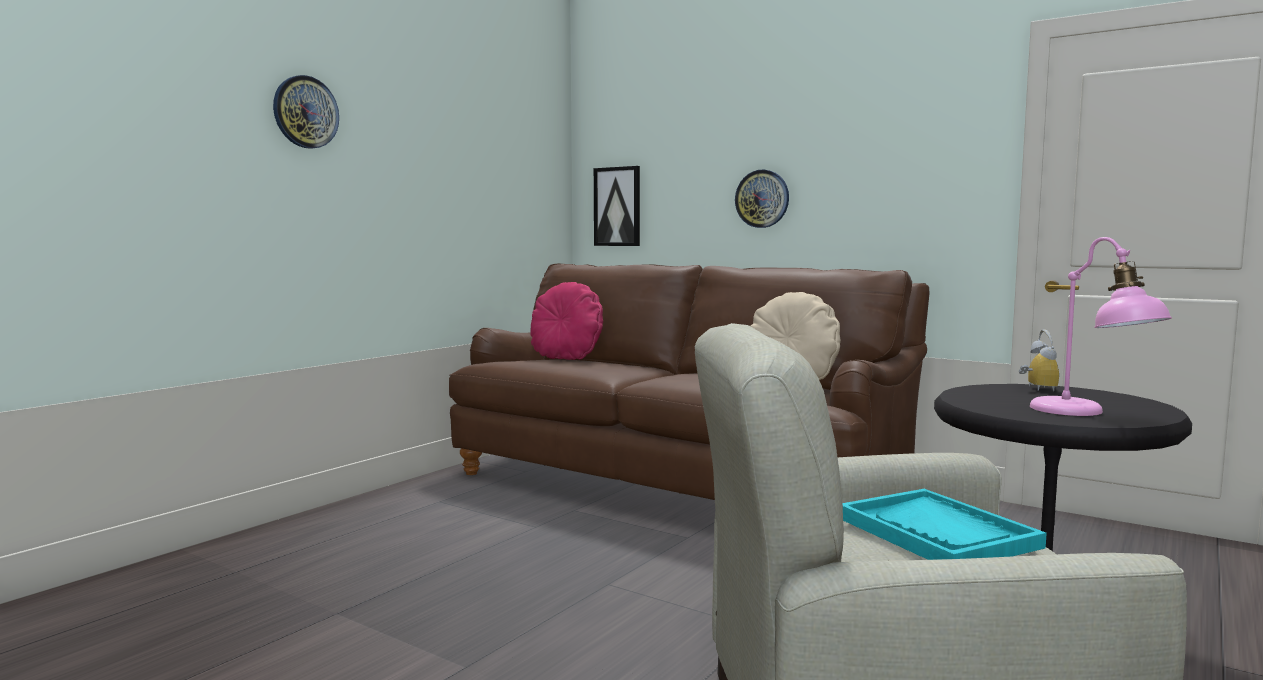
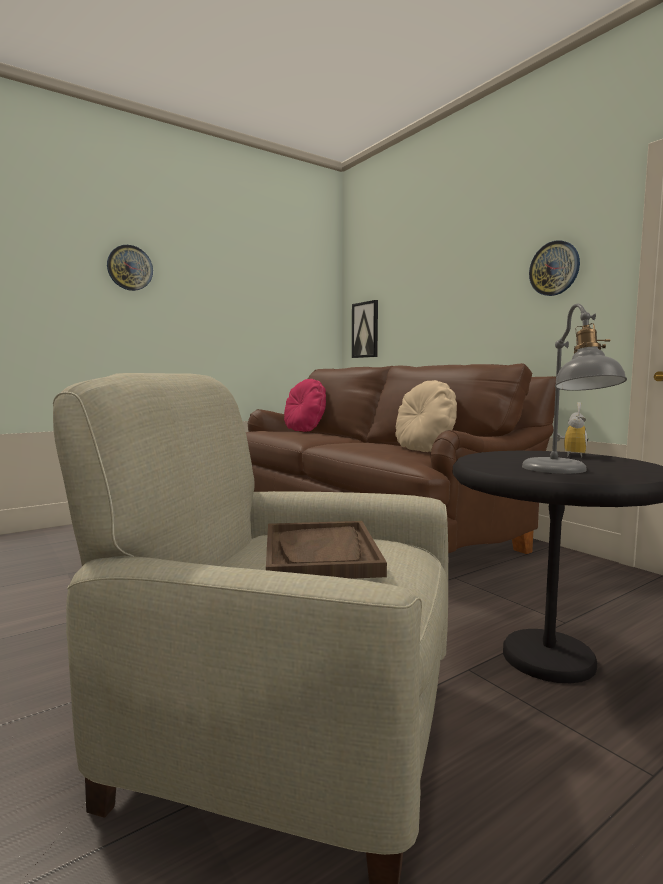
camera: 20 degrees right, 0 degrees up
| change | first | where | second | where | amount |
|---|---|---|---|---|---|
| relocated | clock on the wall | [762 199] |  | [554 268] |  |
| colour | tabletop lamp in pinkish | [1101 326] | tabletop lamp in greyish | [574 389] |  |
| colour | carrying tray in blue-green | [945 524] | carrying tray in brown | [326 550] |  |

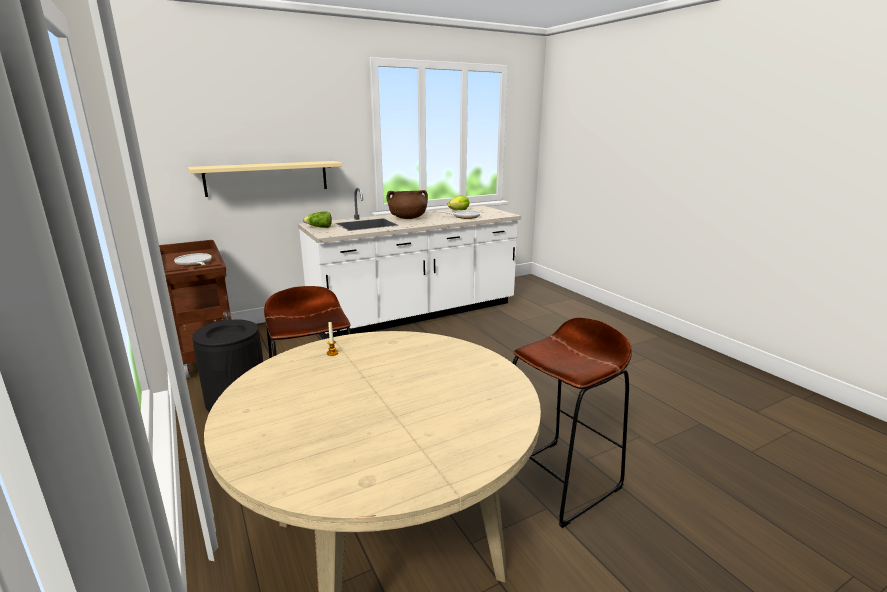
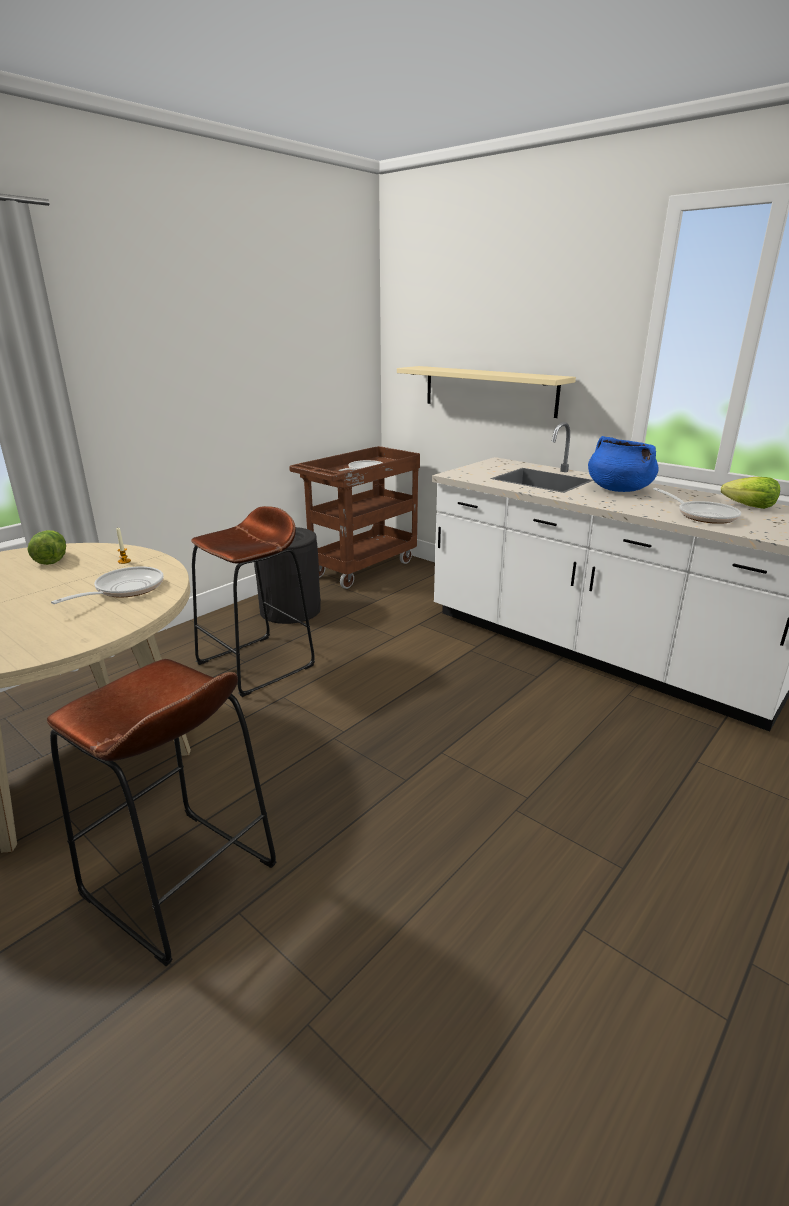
camera: 70 degrees right, 5 degrees up
| change | first | where | second | where | amount |
|---|---|---|---|---|---|
| colour | cooking pot in brown | [407 204] | cooking pot in blue-coloured | [623 464] |  |
| relocated | lettuce head | [317 219] |  | [47 547] |  |
| appeared |  |  | skillet | [107 585] |  |

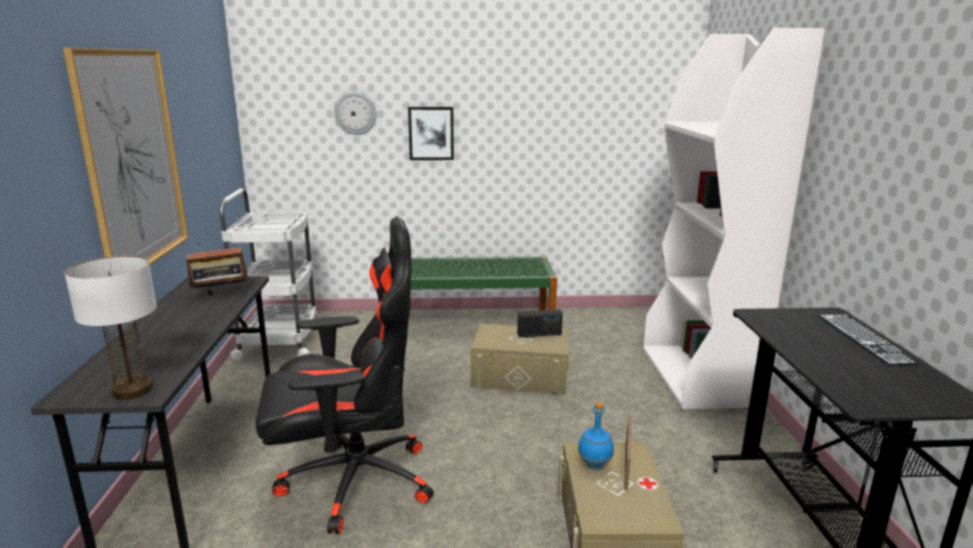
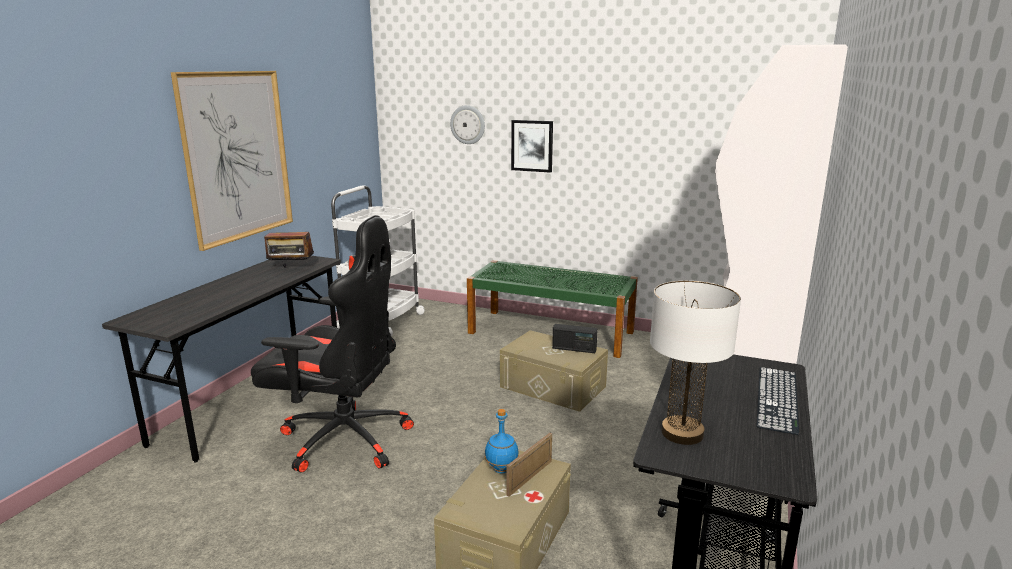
camera: 25 degrees right, 0 degrees up
| change | first | where | second | where | amount |
|---|---|---|---|---|---|
| relocated | tabletop lamp | [110 327] |  | [695 363] |  |

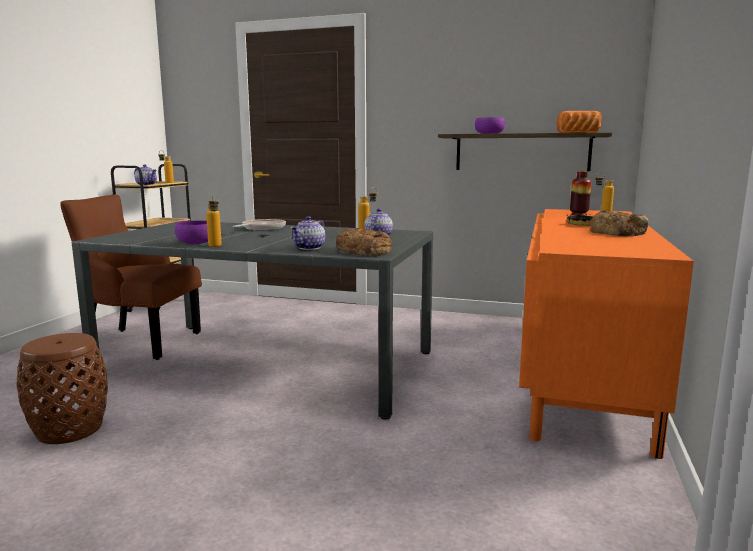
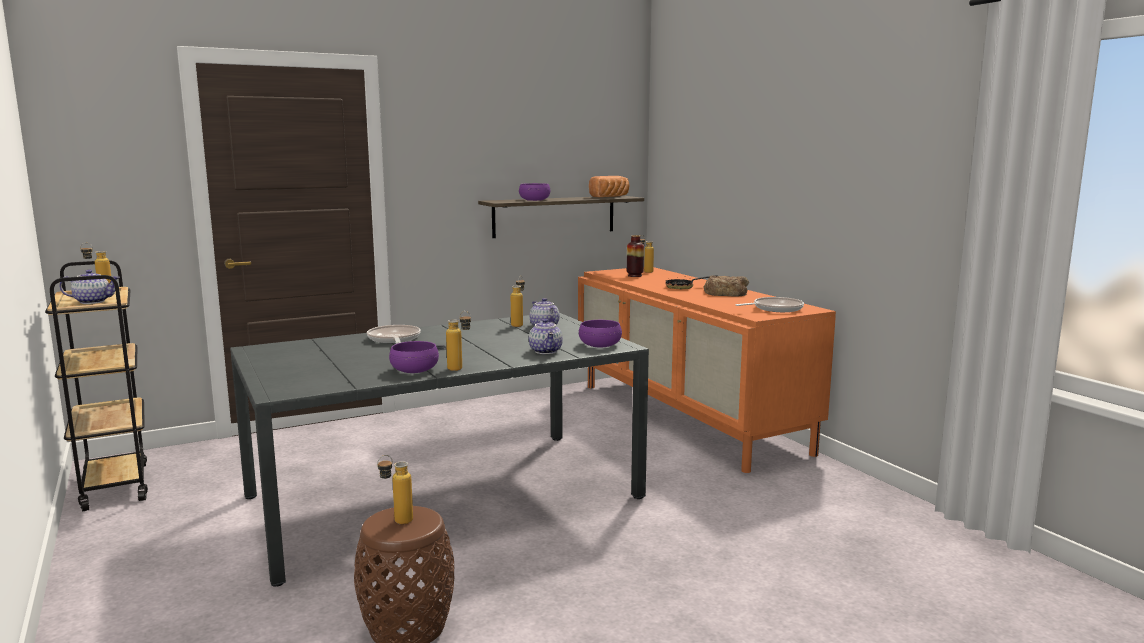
camera: 45 degrees left, 0 degrees up
| change | first | where | second | where | amount |
|---|---|---|---|---|---|
| missing | chair in brown | [131 277] |  |  |  |
| exchanged | bakery bread | [364 242] | serving bowl in purplish | [600 333] |  |
| appeared |  |  | skillet | [770 304] |  |
| appeared |  |  | bottle | [395 489] |  |

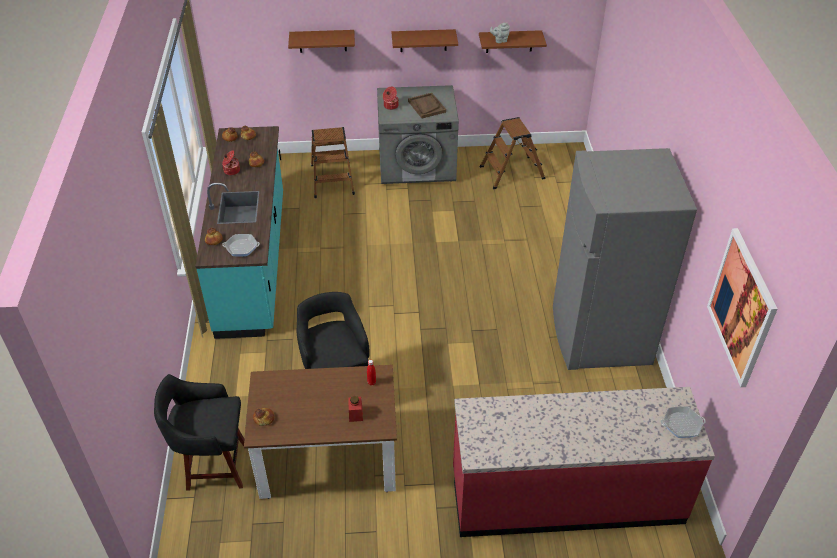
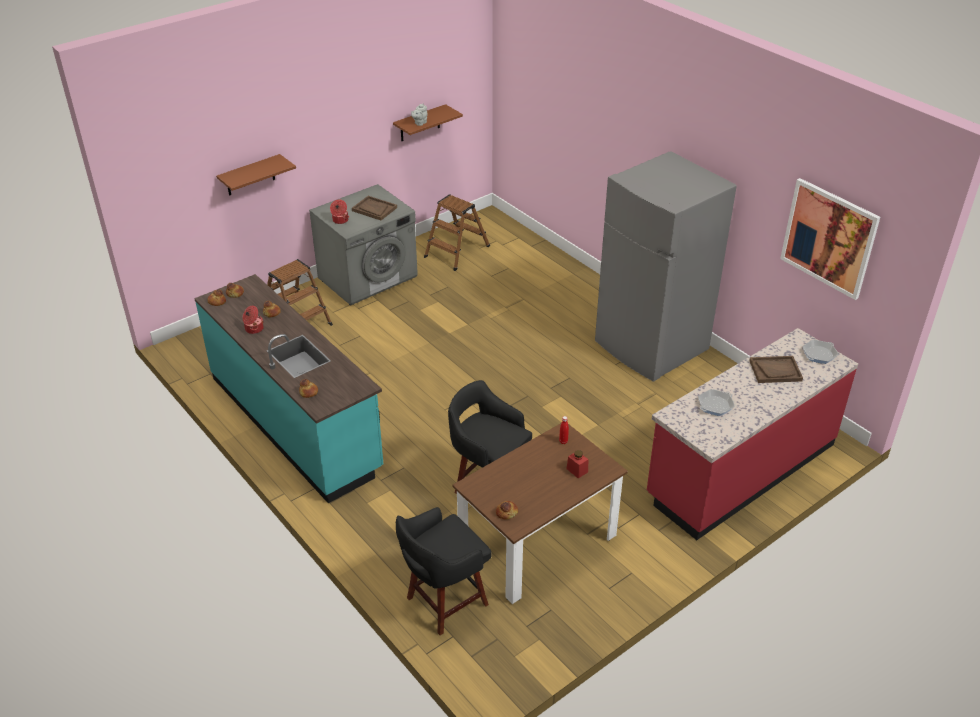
camera: 35 degrees left, 5 degrees down
| change | first | where | second | where | amount |
|---|---|---|---|---|---|
| missing | bracket shelf in brown | [424 40] |  |  |  |
| relocated | skillet | [241 245] |  | [716 402] |  |
| appeared |  |  | carrying tray in brown | [776 369] |  |

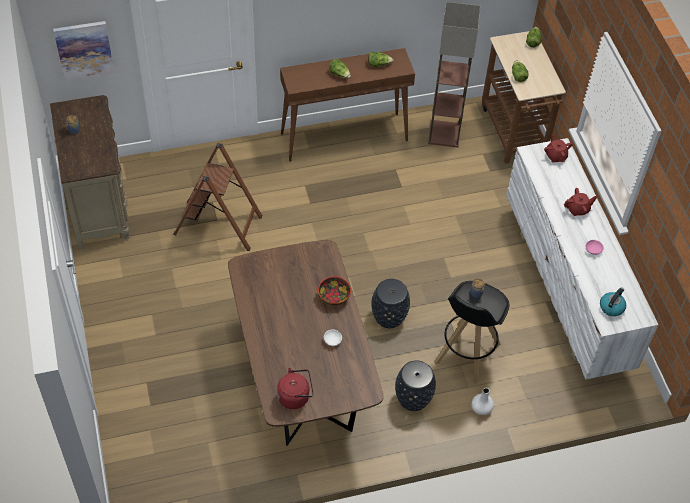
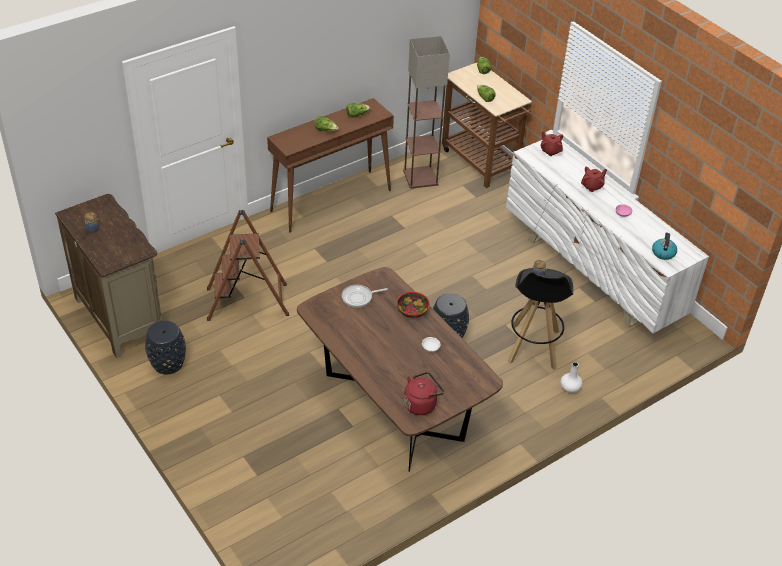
camera: 20 degrees left, 10 degrees down
| change | first | where | second | where | amount |
|---|---|---|---|---|---|
| missing | picture | [83 50] |  |  |  |
| relocated | stool seat in black-coloured | [415 385] |  | [165 347] |  |
| appeared |  |  | skillet | [365 296] |  |

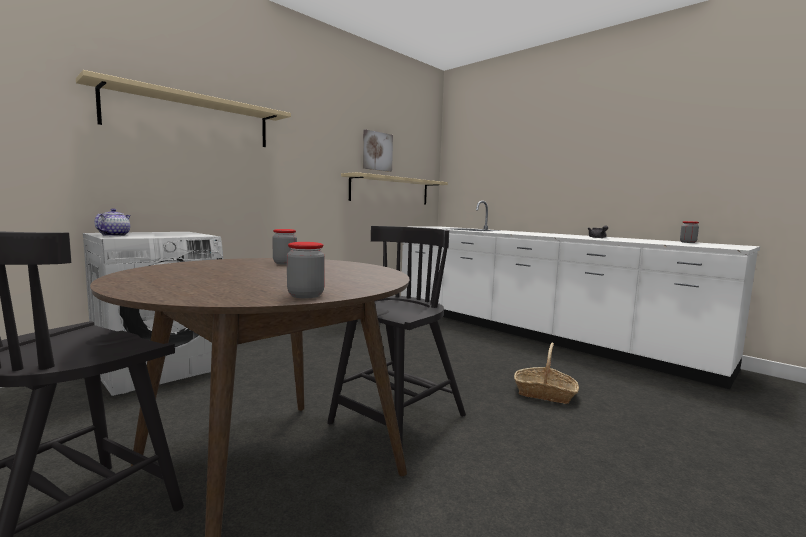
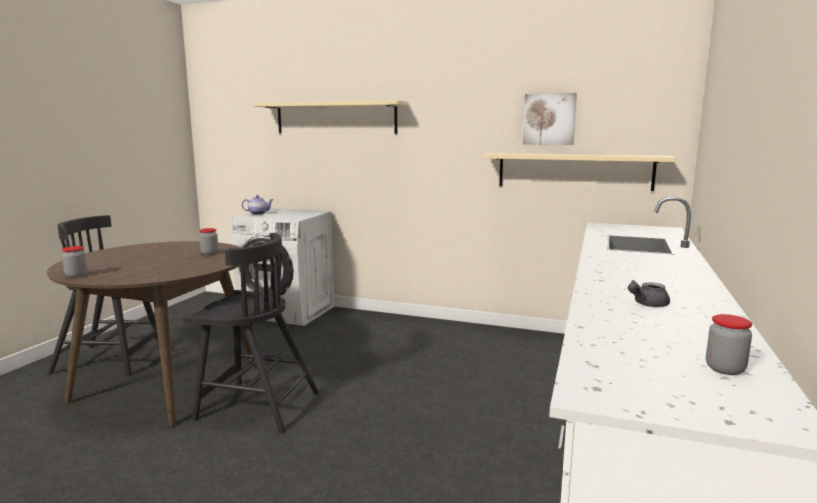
camera: 65 degrees right, 5 degrees up
| change | first | where | second | where | amount |
|---|---|---|---|---|---|
| missing | household basket | [546 373] |  |  |  |

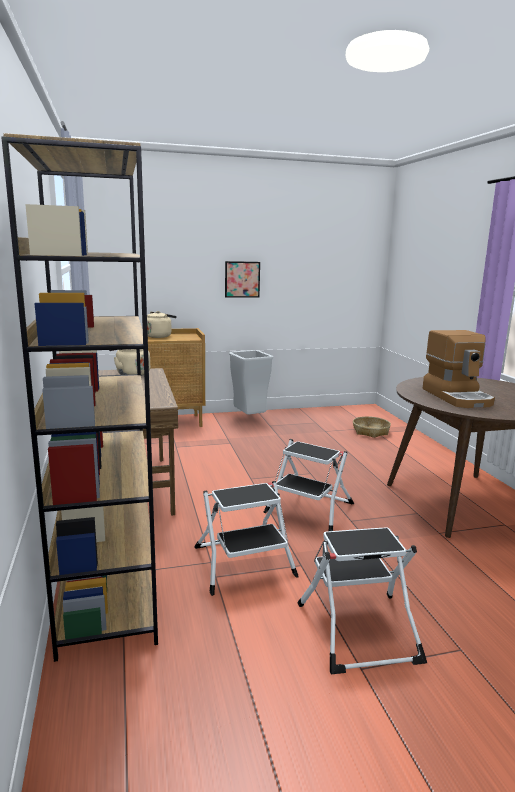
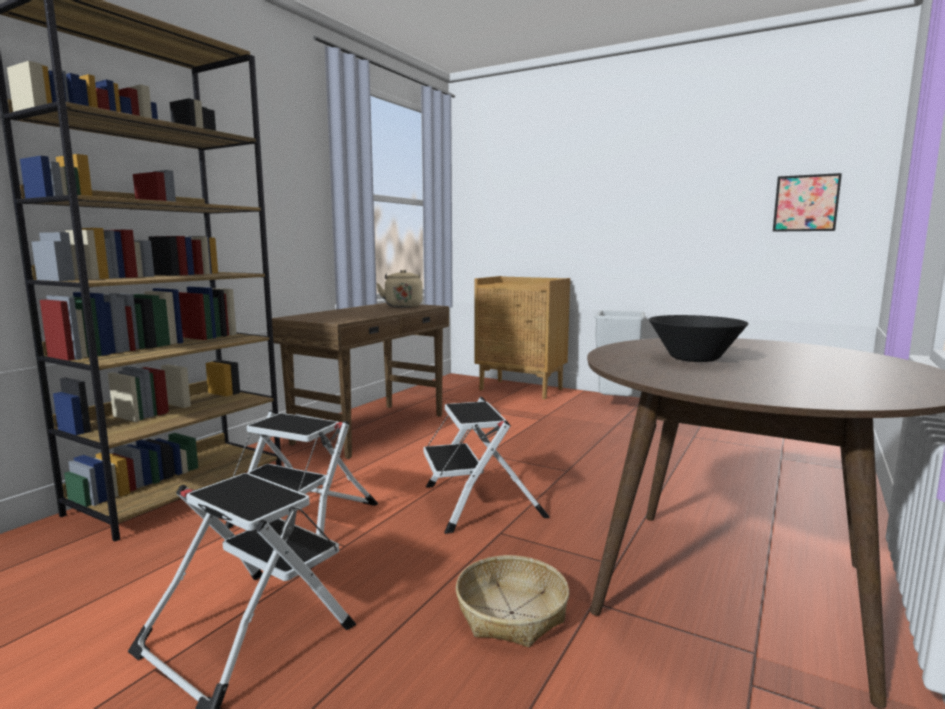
camera: 45 degrees right, 5 degrees down
| change | first | where | second | where | amount |
|---|---|---|---|---|---|
| relocated | picture | [242 279] |  | [807 202] |  |
| missing | water kettle in sand-coloured | [161 324] |  |  |  |
| exchanged | coffee brewer | [458 369] | serving bowl in black-coloured | [699 338] |  |
| relocated | household basket | [372 427] |  | [512 601] |  |

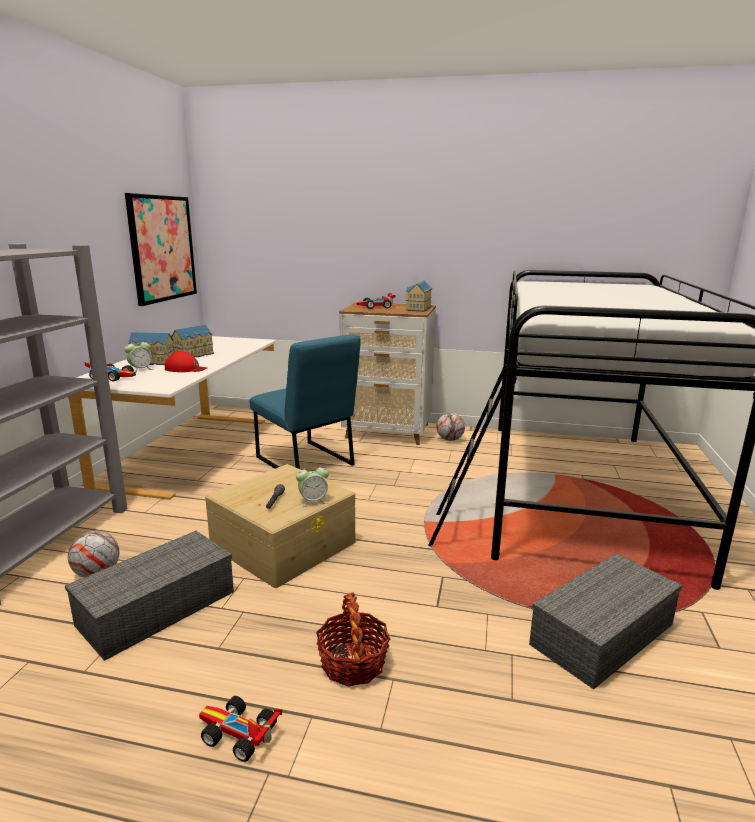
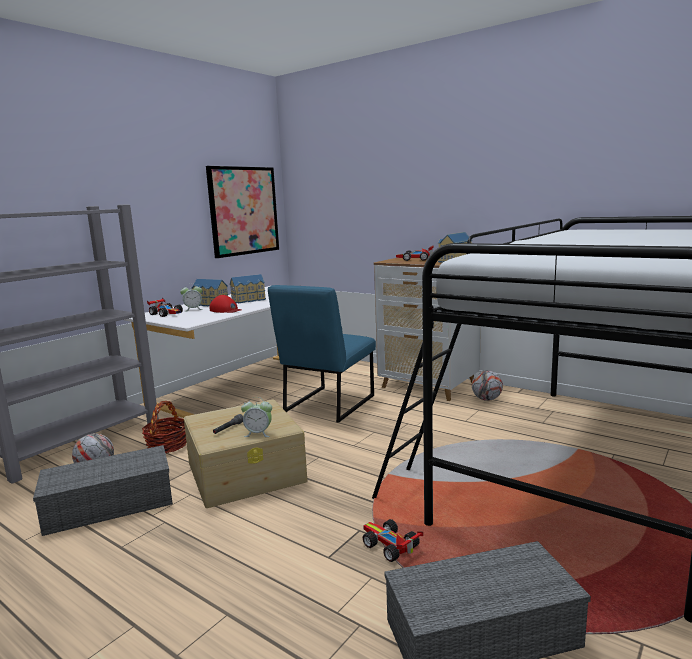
camera: 25 degrees right, 5 degrees down
| change | first | where | second | where | amount |
|---|---|---|---|---|---|
| spun | chair in blue-coloured | [305 401] |  | [322 354] | 45 degrees clockwise |
| relocated | household basket | [353 639] |  | [164 427] |  |
| relocated | model car | [240 729] |  | [393 540] |  |

